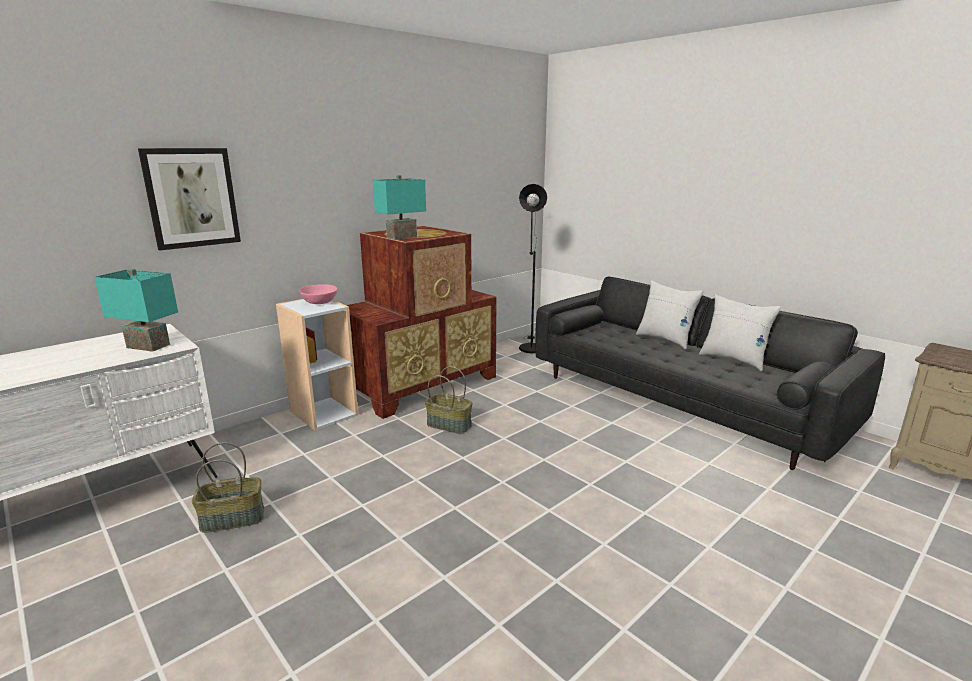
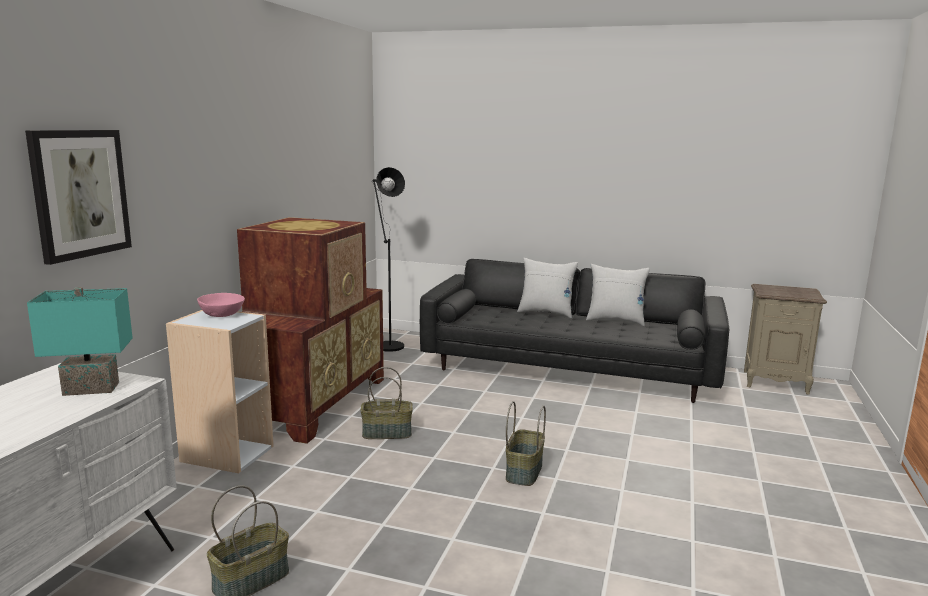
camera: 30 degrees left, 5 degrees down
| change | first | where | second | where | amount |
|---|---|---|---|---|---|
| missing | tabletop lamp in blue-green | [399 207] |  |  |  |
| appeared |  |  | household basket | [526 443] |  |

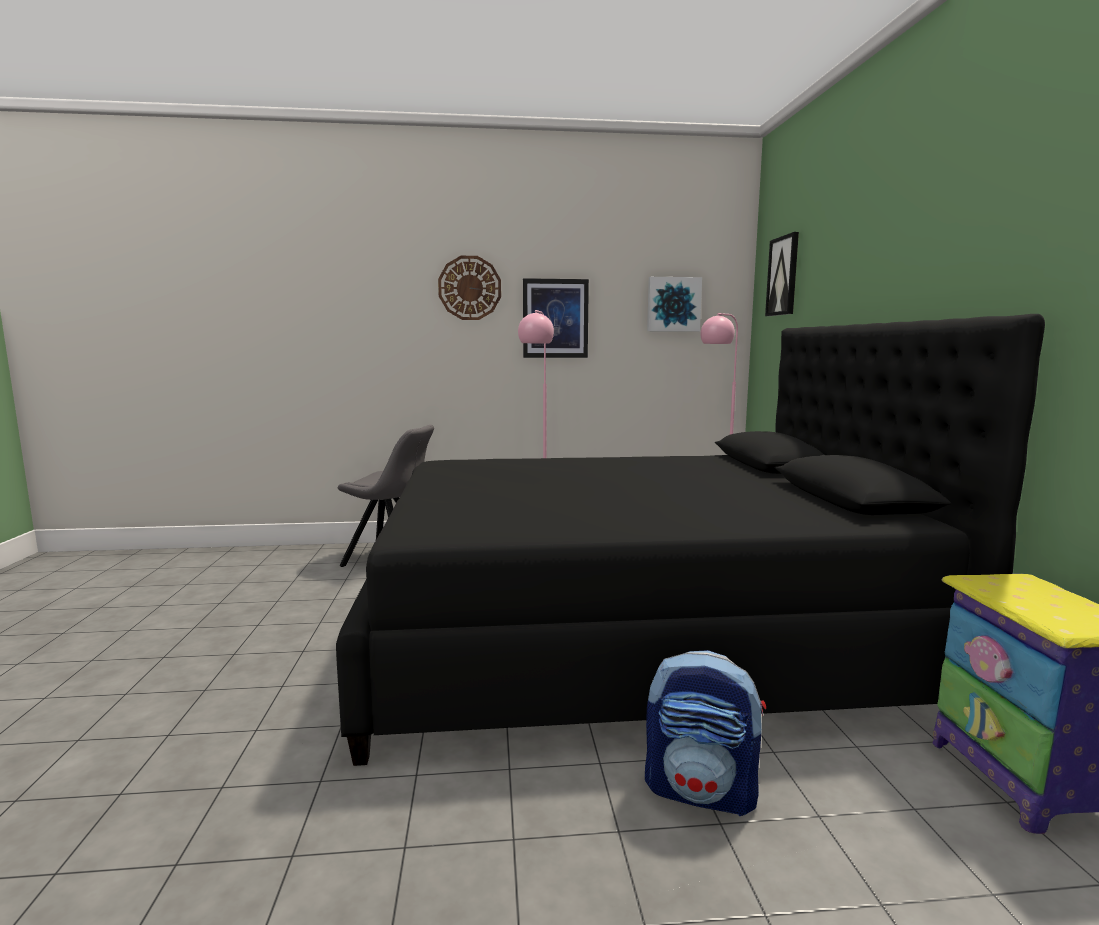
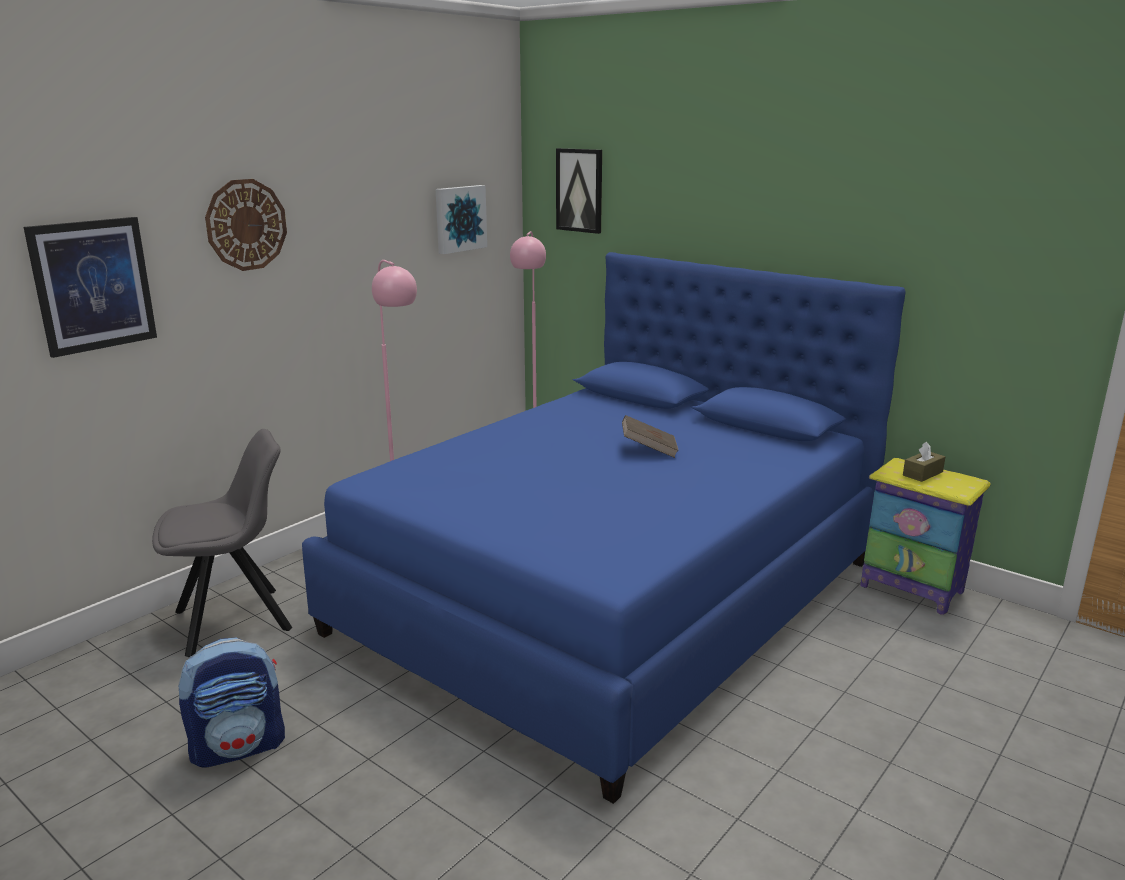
camera: 45 degrees left, 10 degrees up
| change | first | where | second | where | amount |
|---|---|---|---|---|---|
| relocated | picture | [556 318] |  | [90 287] |  |
| colour | bed in black-coloured | [690 540] | bed in blue-coloured | [603 528] |  |
| relocated | backpack | [705 733] |  | [231 703] |  |
| appeared |  |  | volume in brown | [650 436] |  |
| appeared |  |  | tissue holder in brown | [924 462] |  |

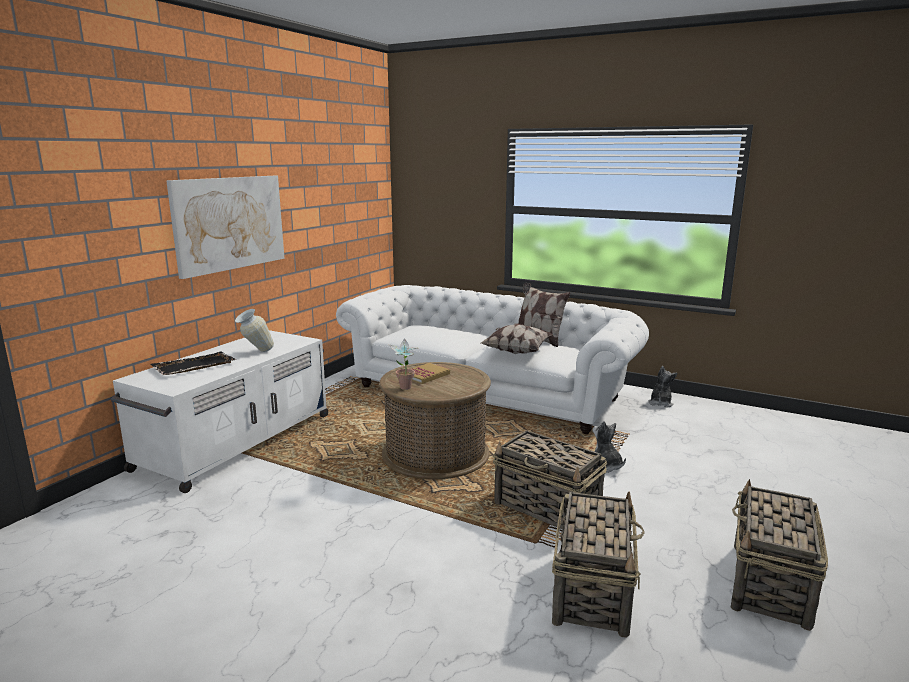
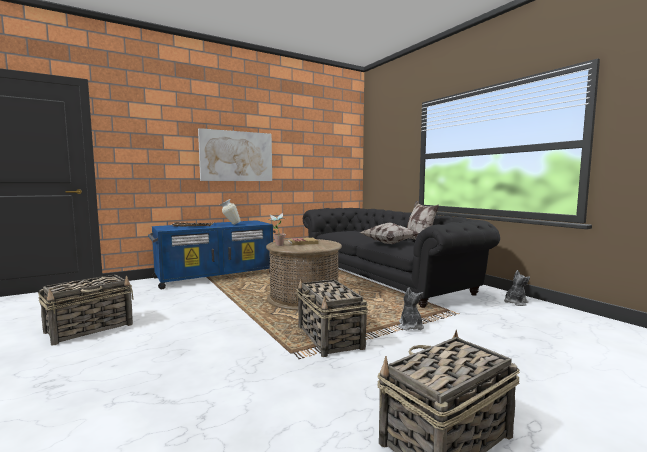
camera: 30 degrees right, 10 degrees down
| change | first | where | second | where | amount |
|---|---|---|---|---|---|
| colour | sofa in whitish | [492 359] | sofa in black-coloured | [401 258] |  |
| colour | cabinet in whitish | [219 411] | cabinet in blue-coloured | [212 254] |  |
| relocated | household basket | [598 565] |  | [86 309] |  |

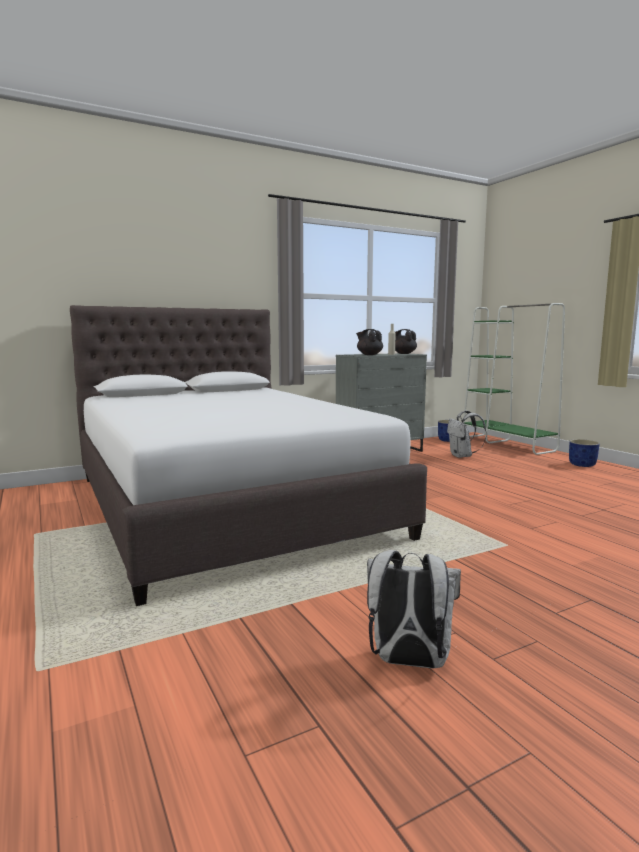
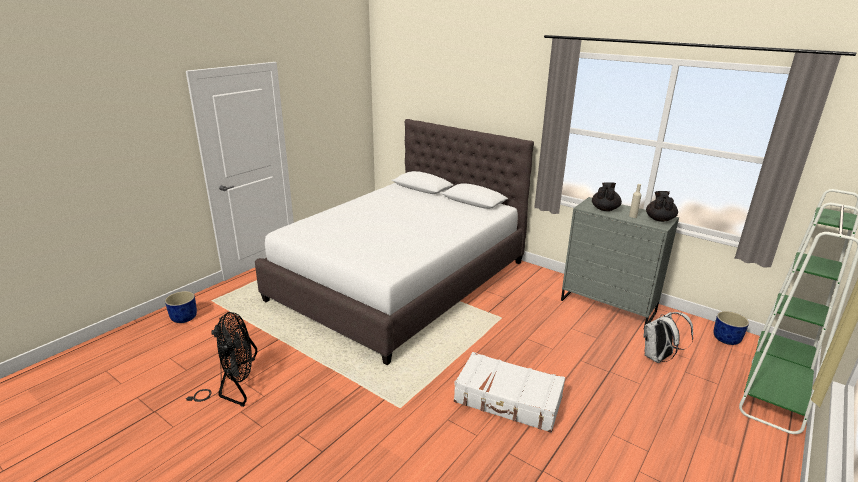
camera: 65 degrees right, 15 degrees up
| change | first | where | second | where | amount |
|---|---|---|---|---|---|
| relocated | flower pot in blue-coloured | [584 453] |  | [181 307] |  |
| exchanged | backpack in whitish | [414 609] | cooling fan in black-coloured | [221 359] |  |
| appeared |  |  | suitcase in whitish | [509 392] |  |

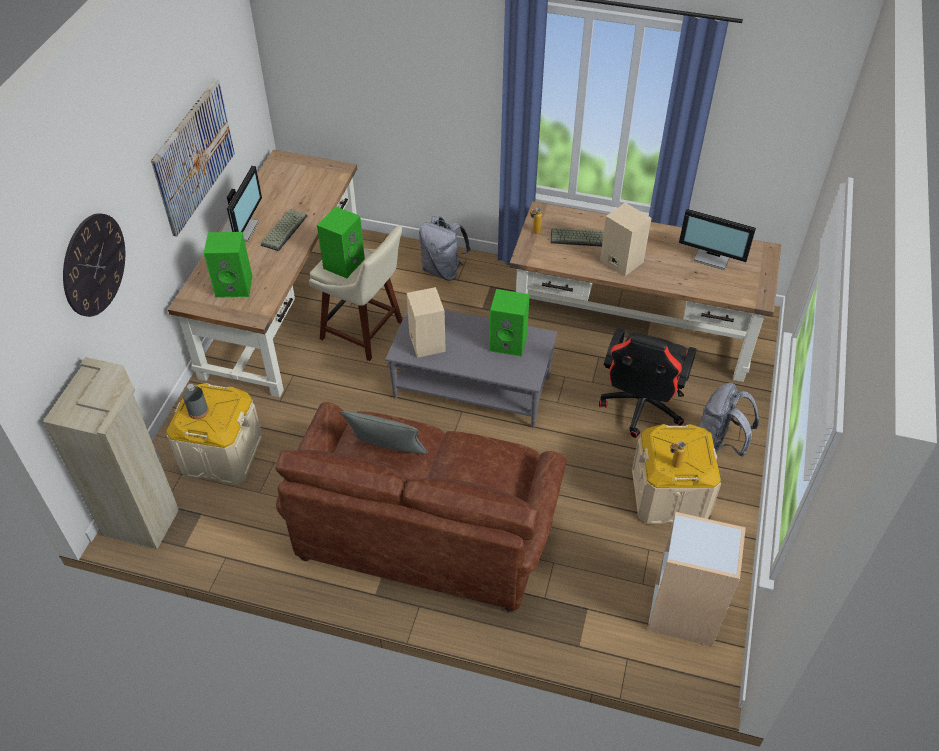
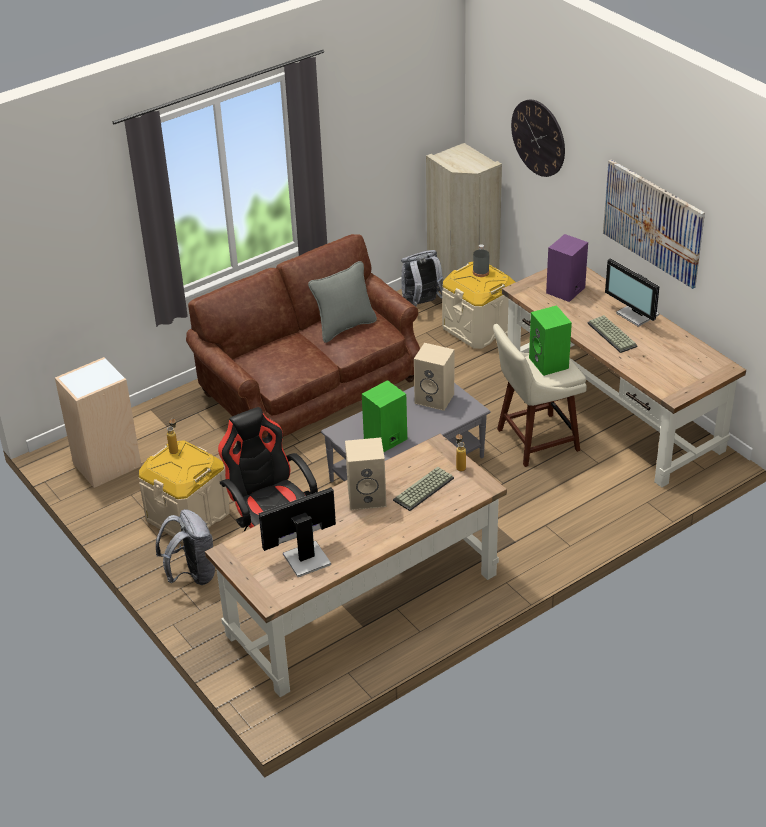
camera: 130 degrees right, 10 degrees down
| change | first | where | second | where | amount |
|---|---|---|---|---|---|
| relocated | backpack in greyish | [445 248] |  | [422 278] |  |
| colour | speaker in green | [228 265] | speaker in purplish | [567 268] |  |

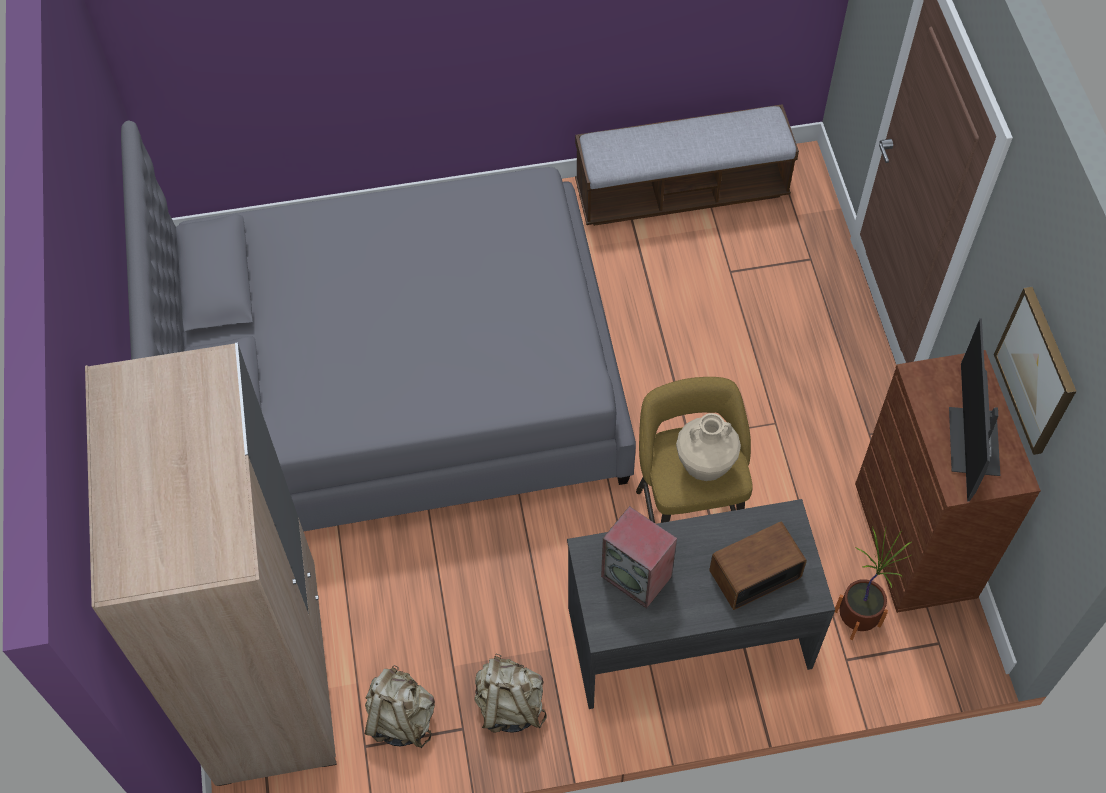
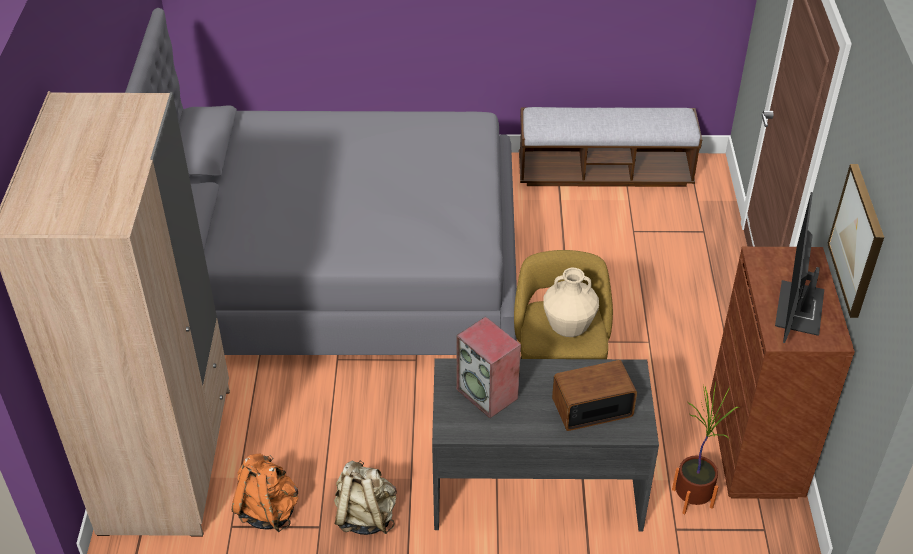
camera: 10 degrees right, 15 degrees down
| change | first | where | second | where | amount |
|---|---|---|---|---|---|
| colour | backpack in sand-coloured | [400 706] | backpack in orange-coloured | [265 493] |  |

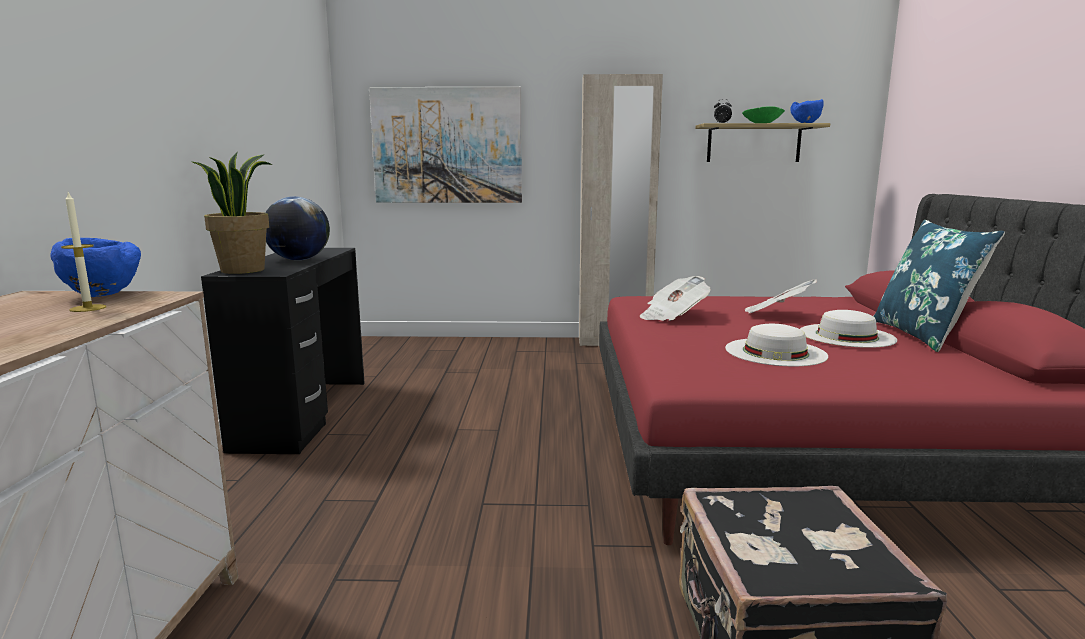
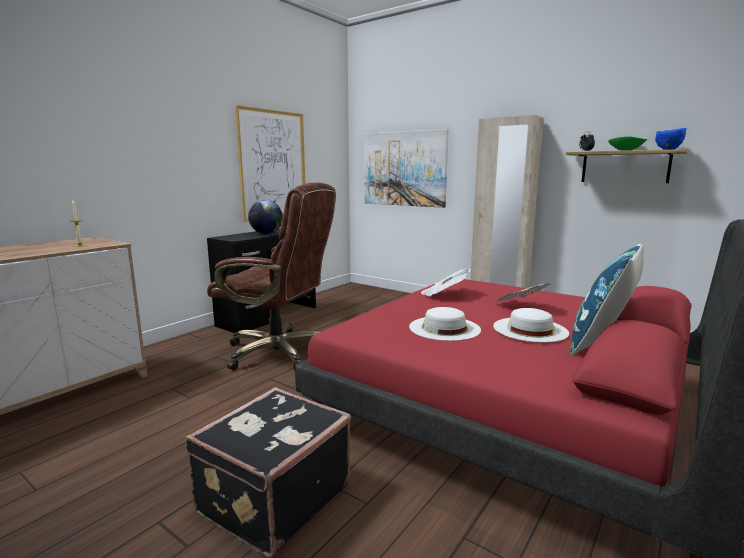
camera: 35 degrees right, 0 degrees up
| change | first | where | second | where | amount |
|---|---|---|---|---|---|
| missing | plant in a pot | [232 212] |  |  |  |
| missing | serving bowl in blue-coloured | [95 267] |  |  |  |
| appeared |  |  | picture | [270 163] |  |
| appeared |  |  | computer chair in brown | [271 276] |  |

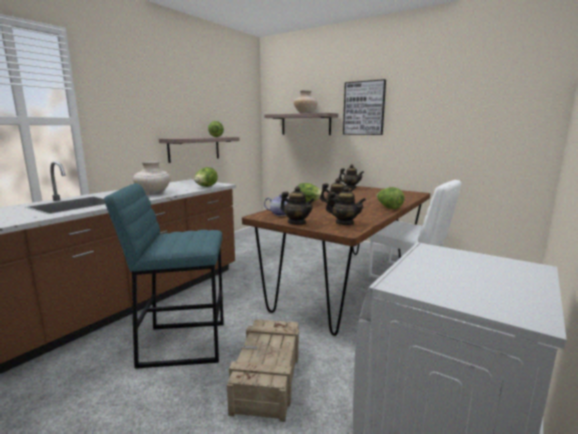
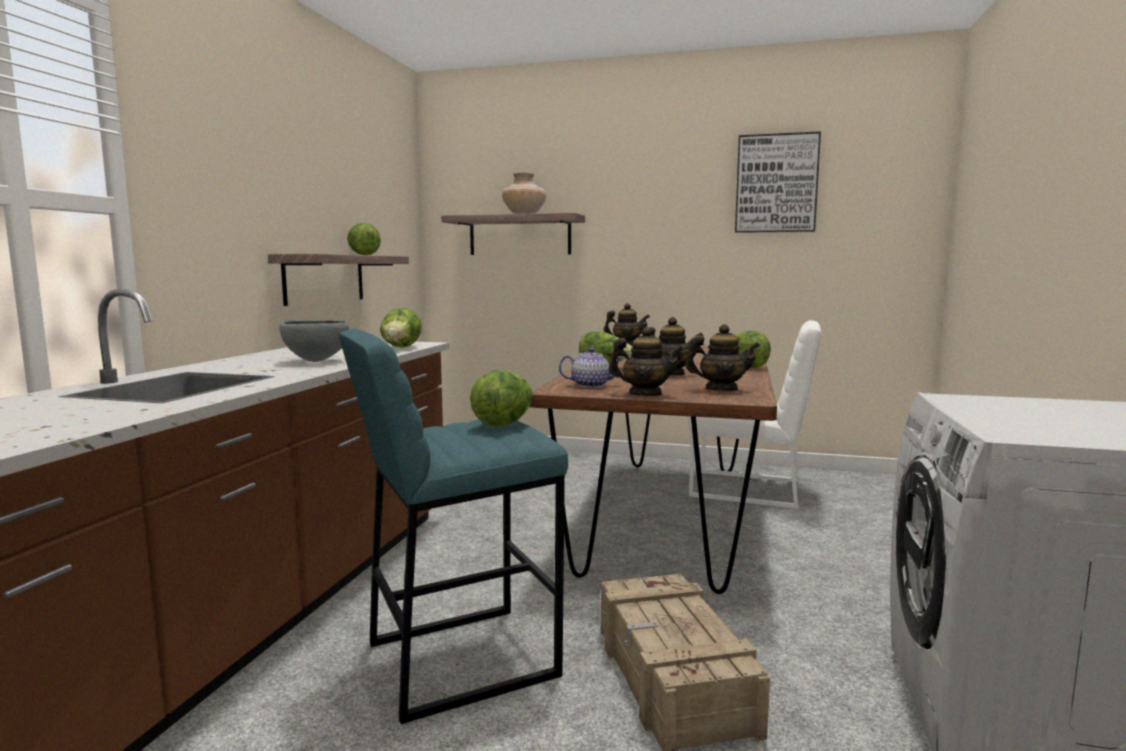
camera: 20 degrees left, 5 degrees down
| change | first | where | second | where | amount |
|---|---|---|---|---|---|
| relocated | picture | [364 107] |  | [778 182] |  |
| exchanged | flower vase in sand-coloured | [151 178] | serving bowl in greyish | [314 341] |  |
| appeared |  |  | lettuce head | [501 398] |  |

